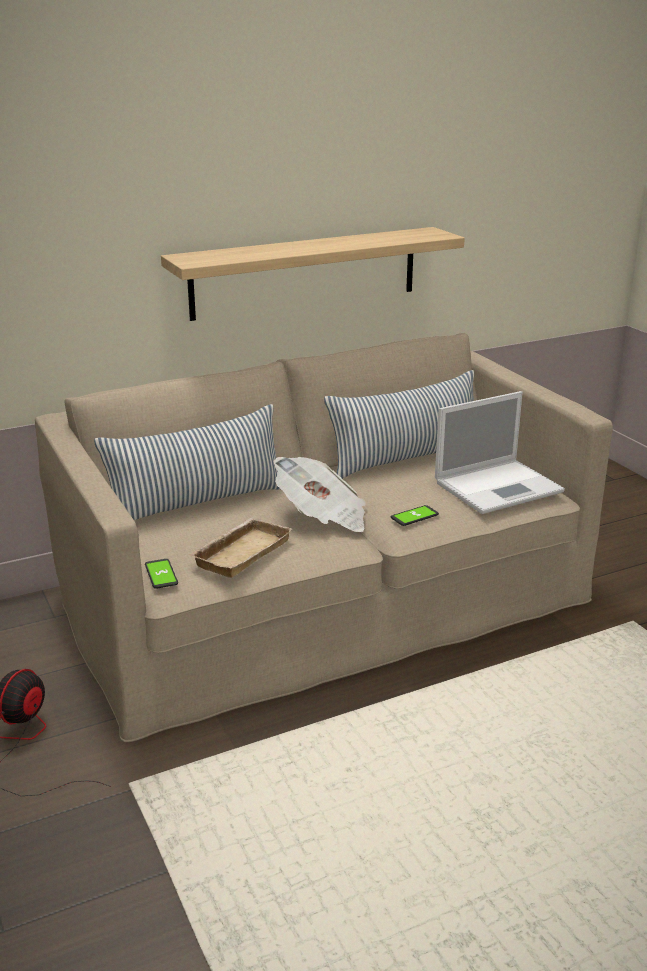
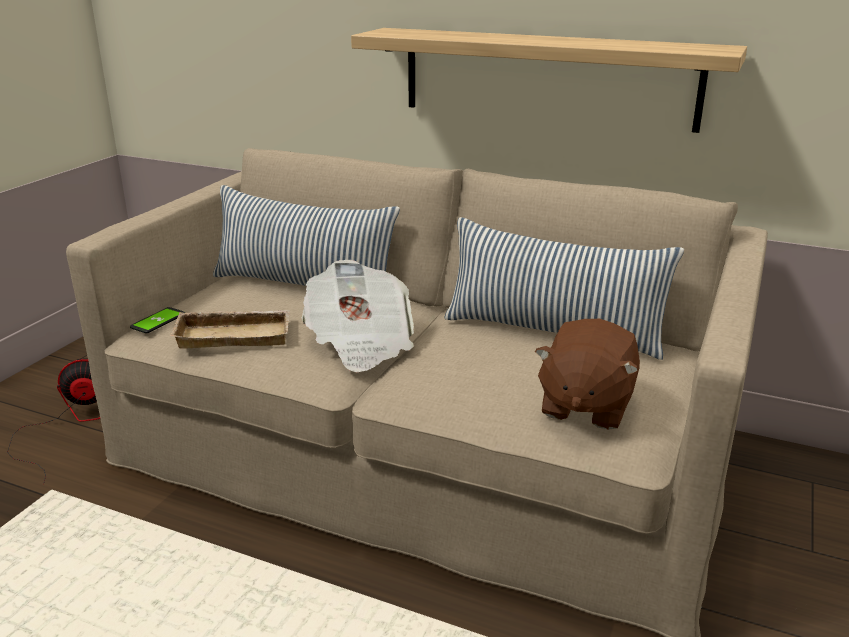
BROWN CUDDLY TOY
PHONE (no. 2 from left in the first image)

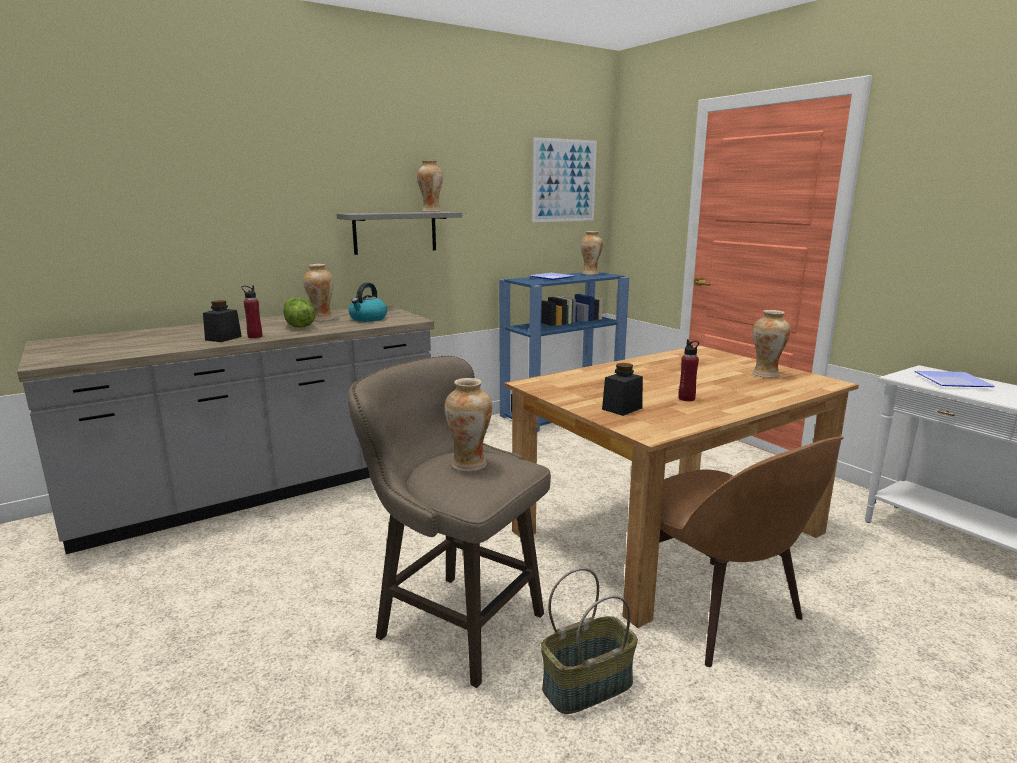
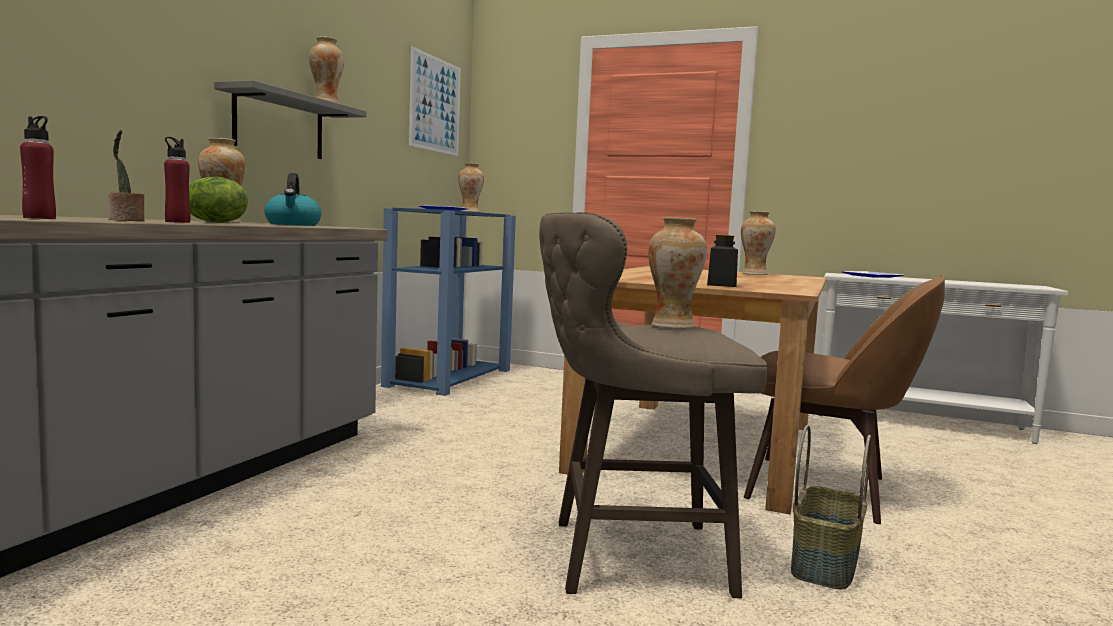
RED BEVERAGE BOTTLE (no. 1 from left)
POTTED PLANT

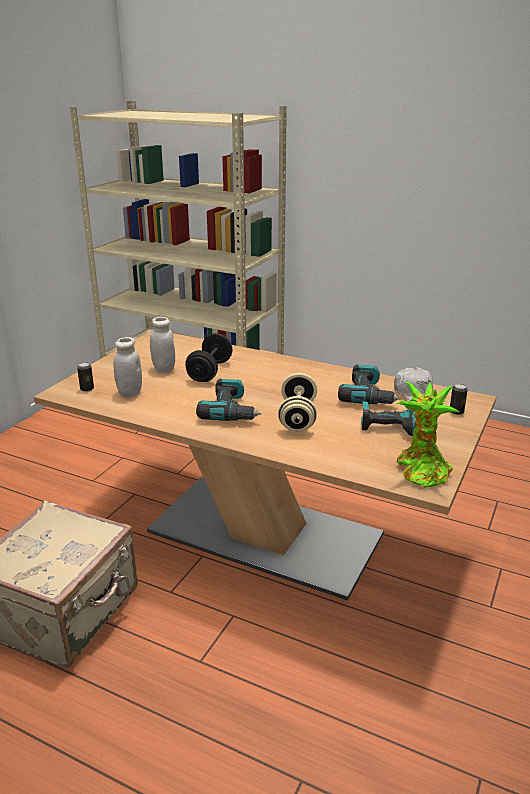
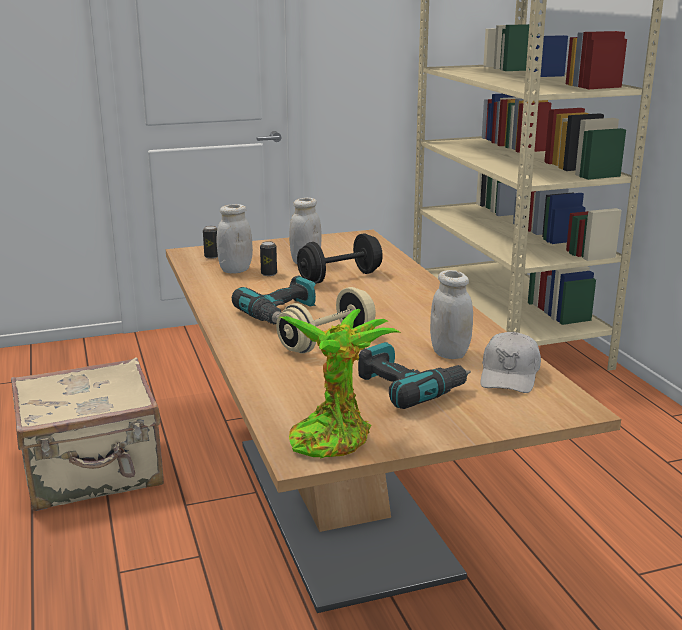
SEALED CAN (no. 2 from left)
WHITE STORAGE JAR (no. 3 from left)

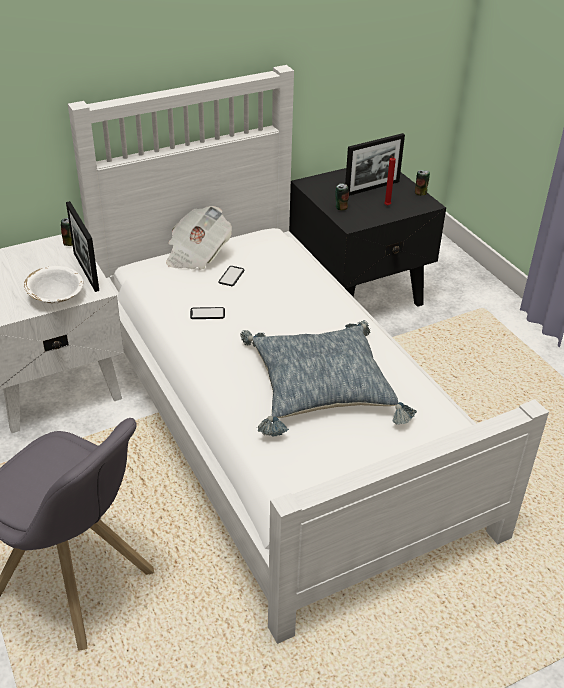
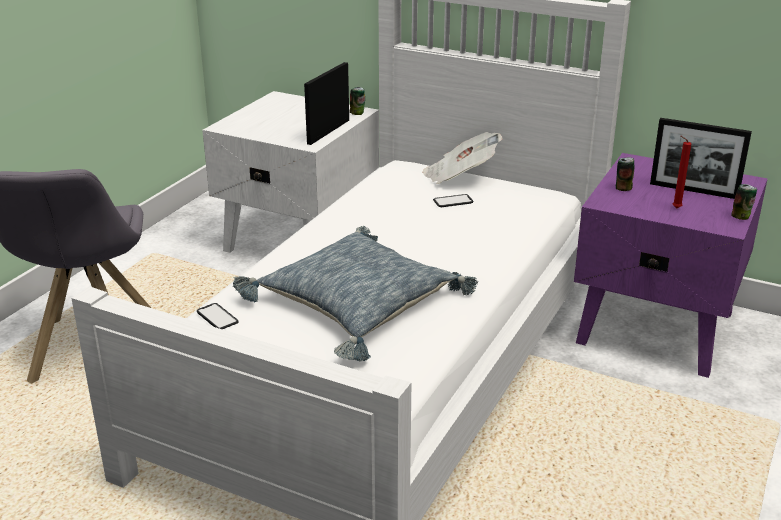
PHONE (no. 1 from left)
PURPLE-COLOURED BEDSIDE TABLE
WHITE DEEP DISH

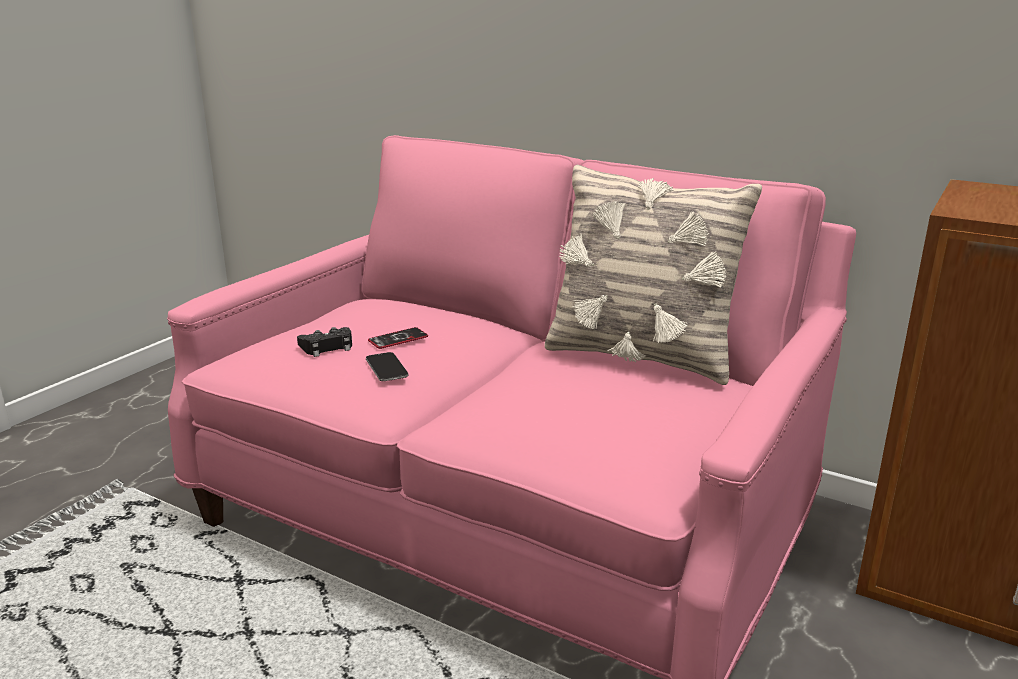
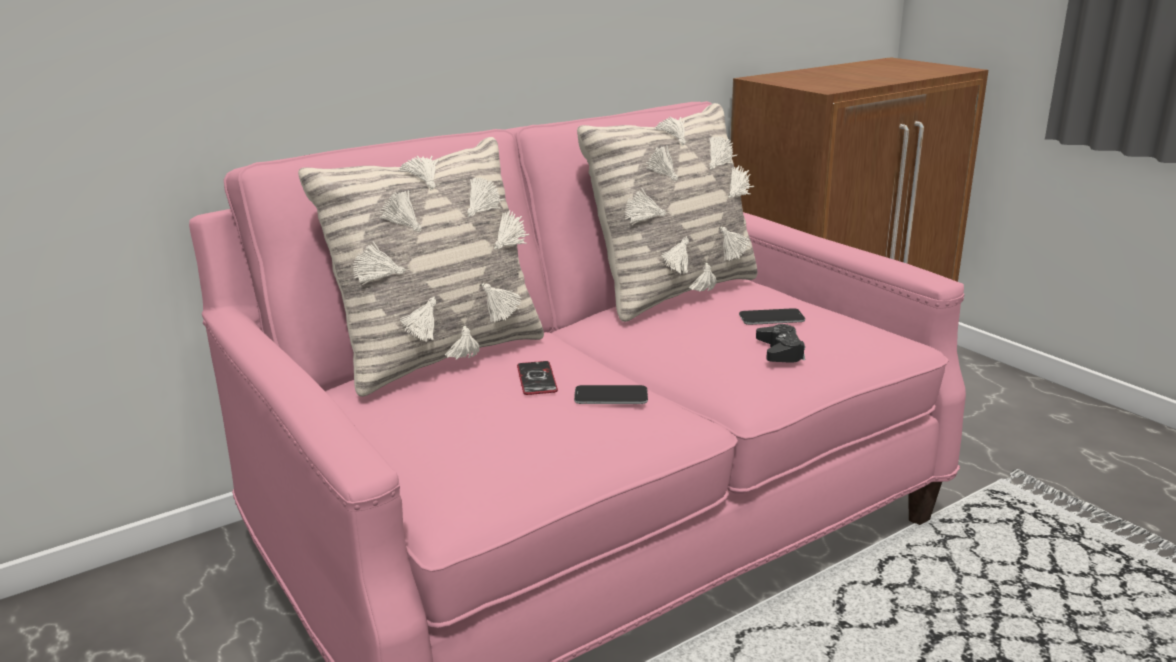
SAND-COLOURED CUSHION (no. 1 from left)
PHONE (no. 3 from left)
BLACK-COLOURED GAME CONTROLLER

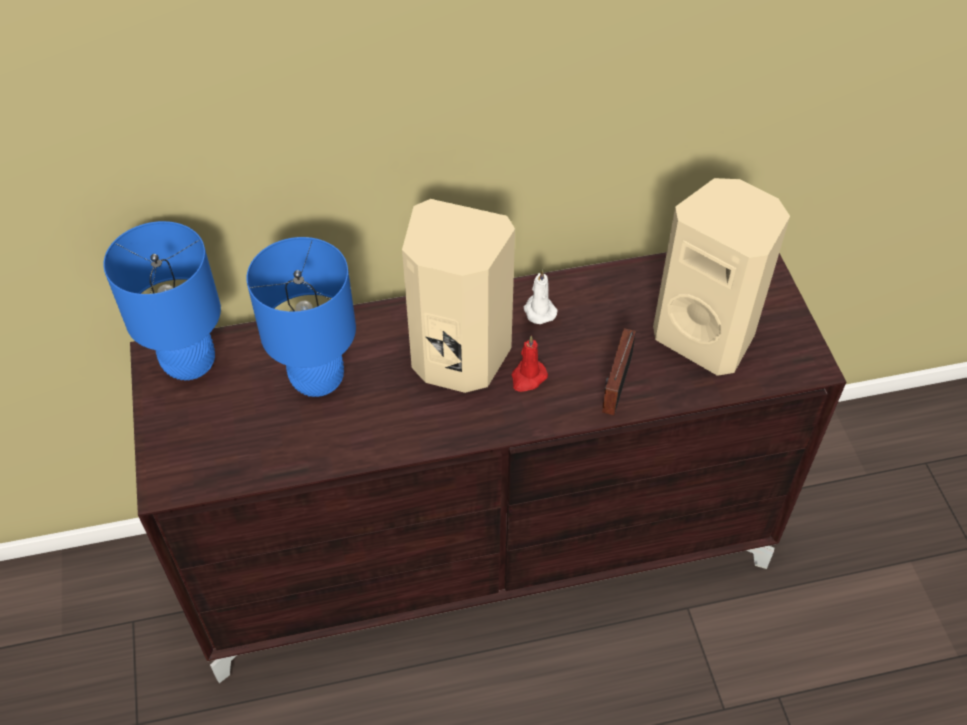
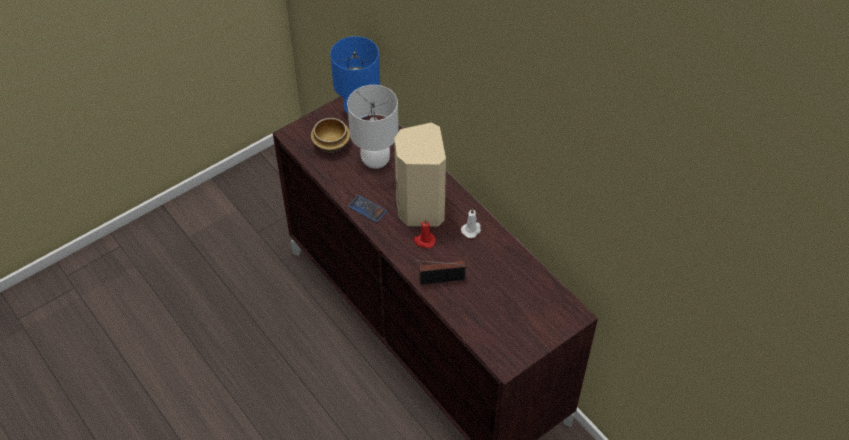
DEEP DISH
WHITE TABLE LAMP
PHONE
SAND-COLOURED LOUDSPEAKER (no. 2 from left in the first image)

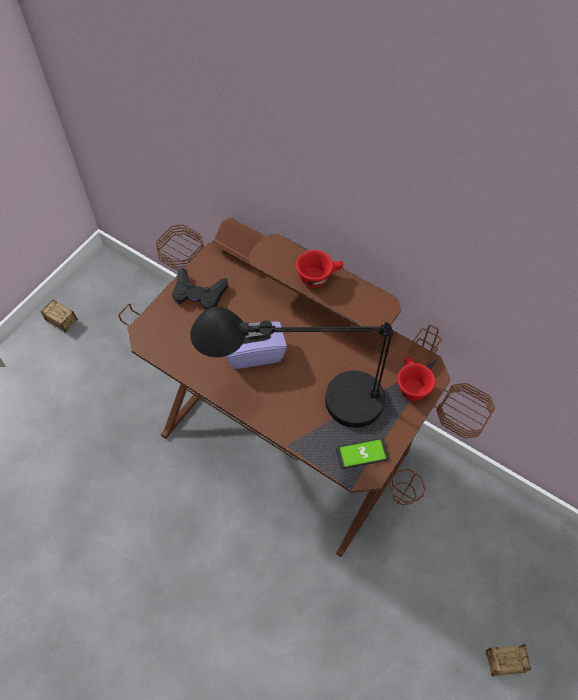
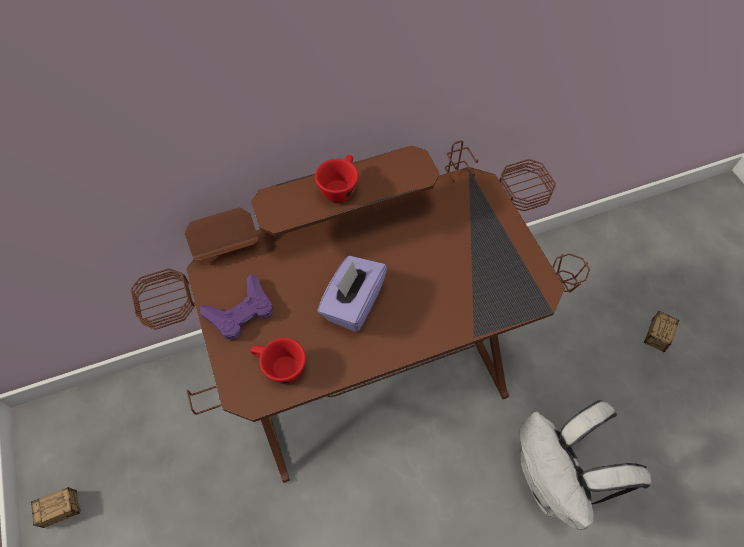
PURPLE-COLOURED GAME CONTROLLER
RED SMALL CUP (no. 1 from left)
WHITE RUCKSACK
BLACK-COLOURED TABLE LAMP
PHONE

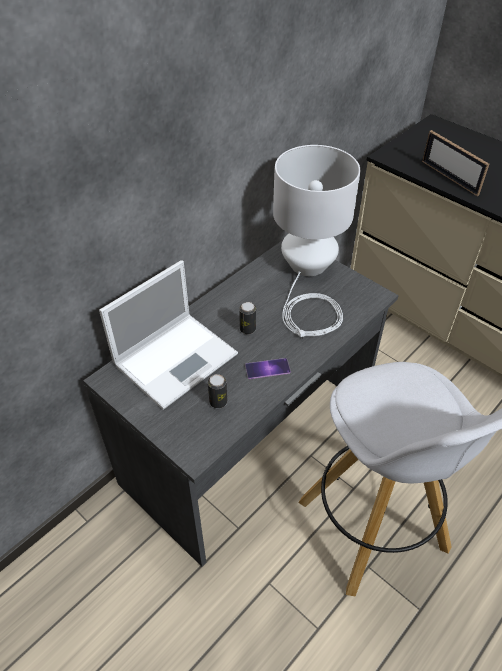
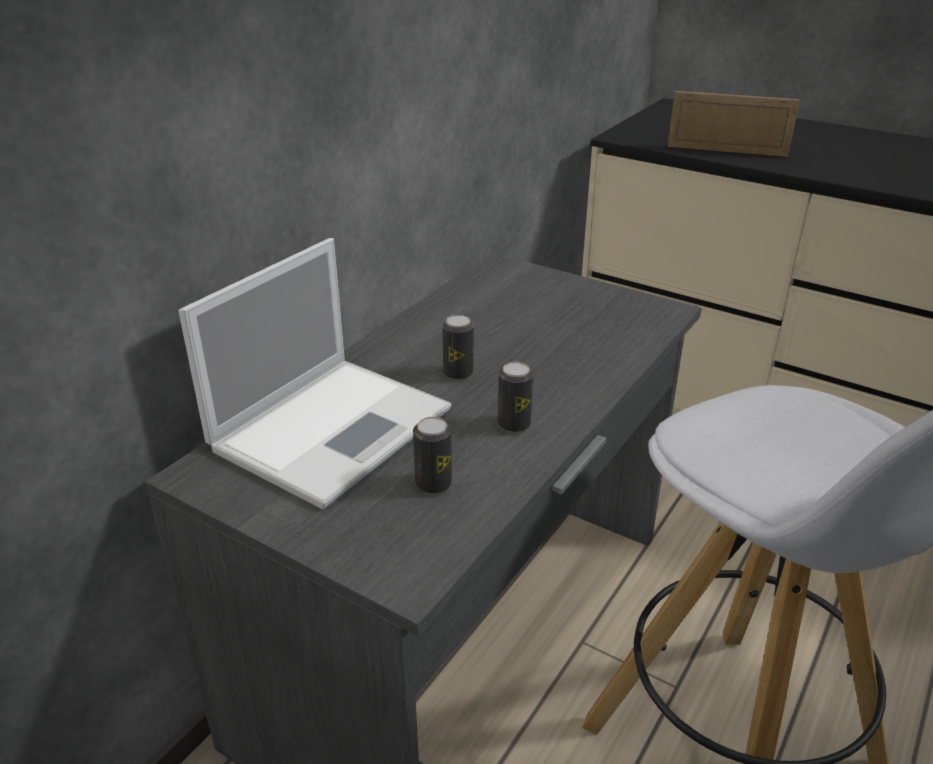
SEALED CAN (no. 3 from left)
PHOTO FRAME
WHITE TABLE LAMP

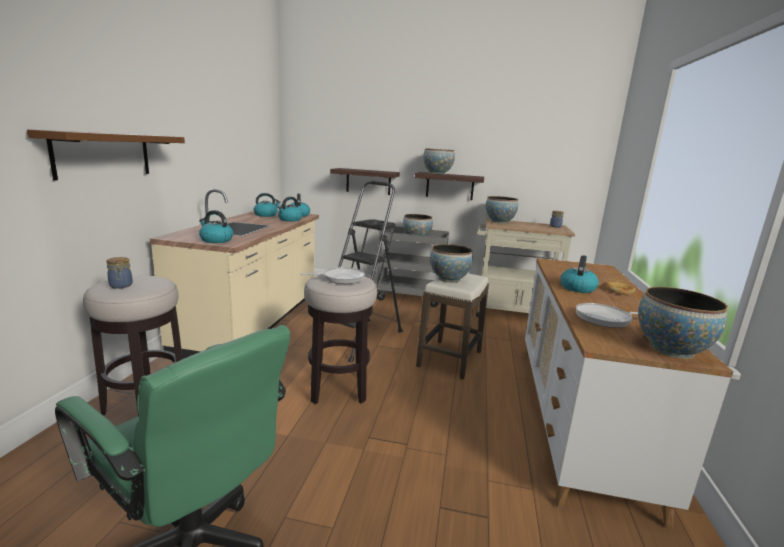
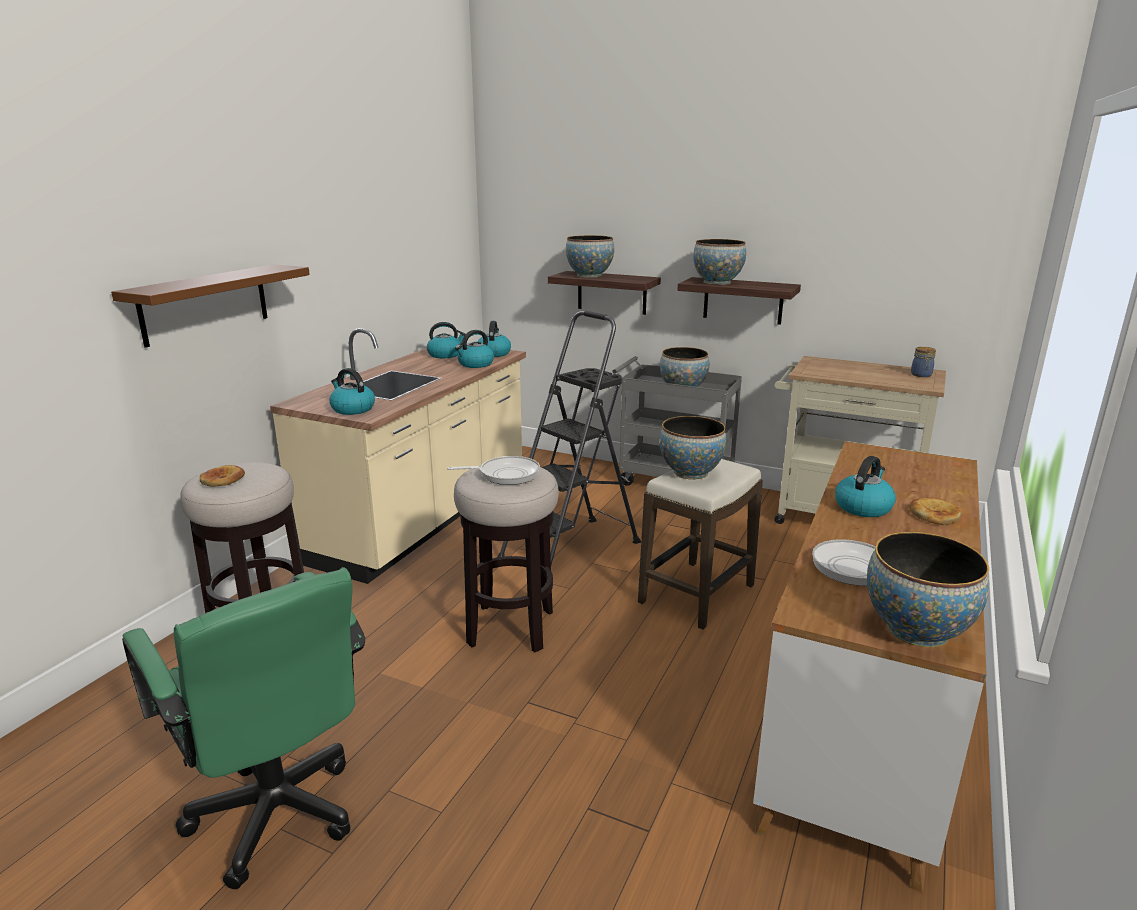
BAKERY BREAD (no. 1 from left)
DEEP DISH (no. 1 from left)

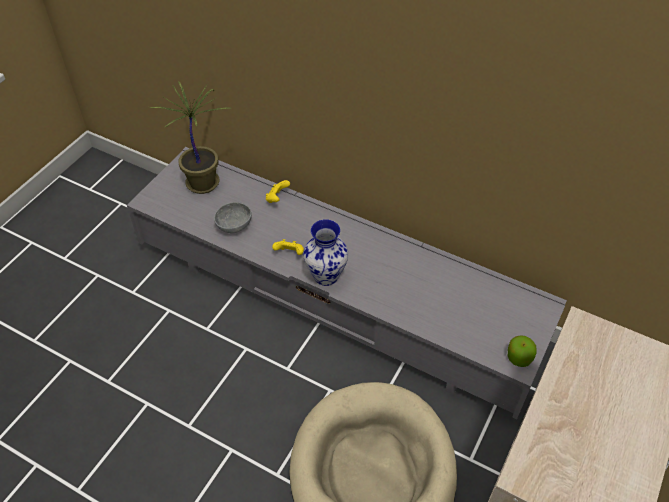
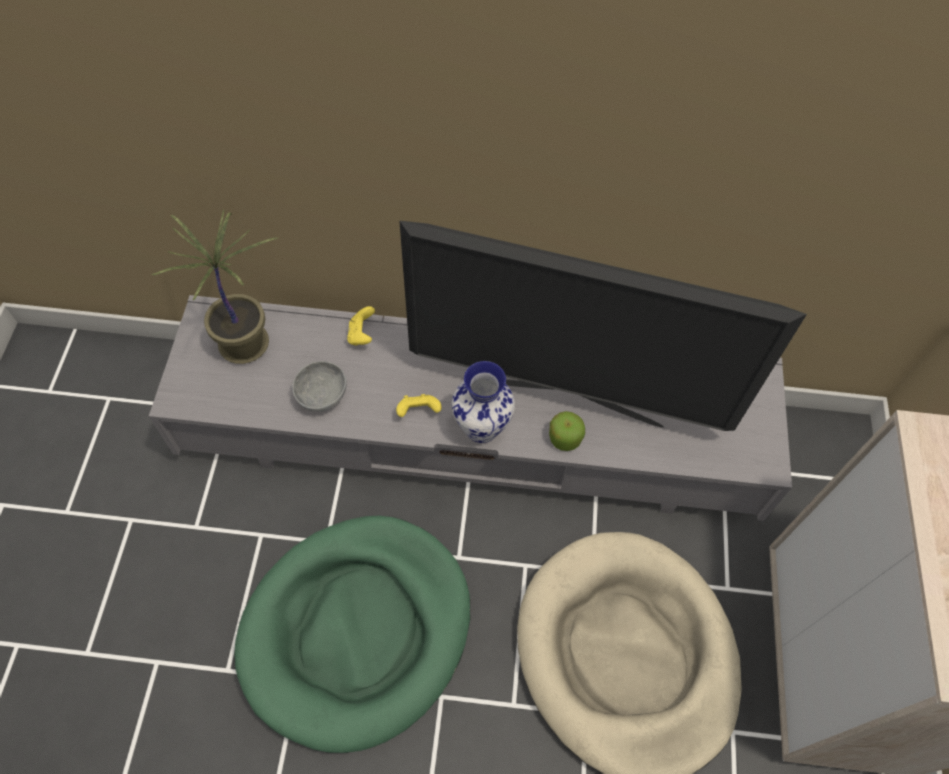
GREEN-COLOURED PET BED
TELEVISION
APPLE

